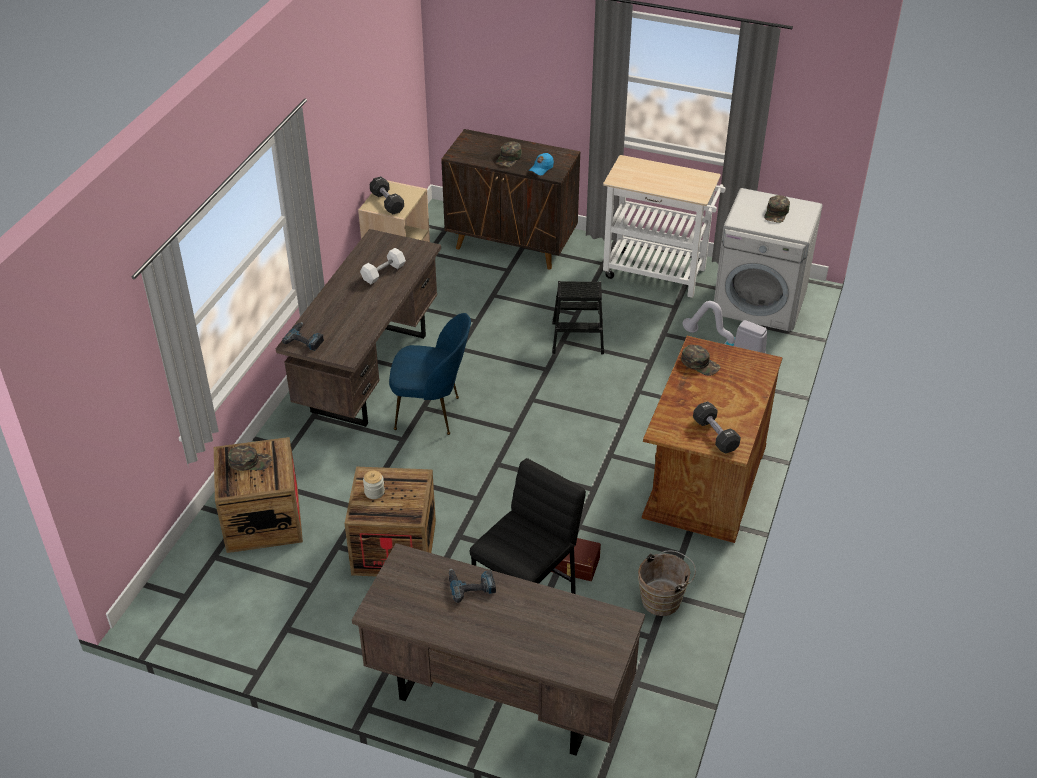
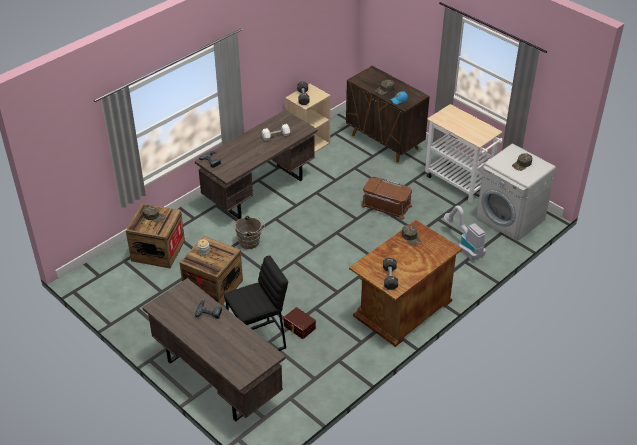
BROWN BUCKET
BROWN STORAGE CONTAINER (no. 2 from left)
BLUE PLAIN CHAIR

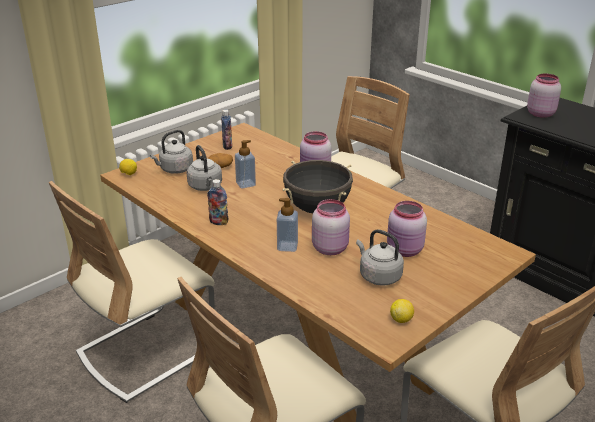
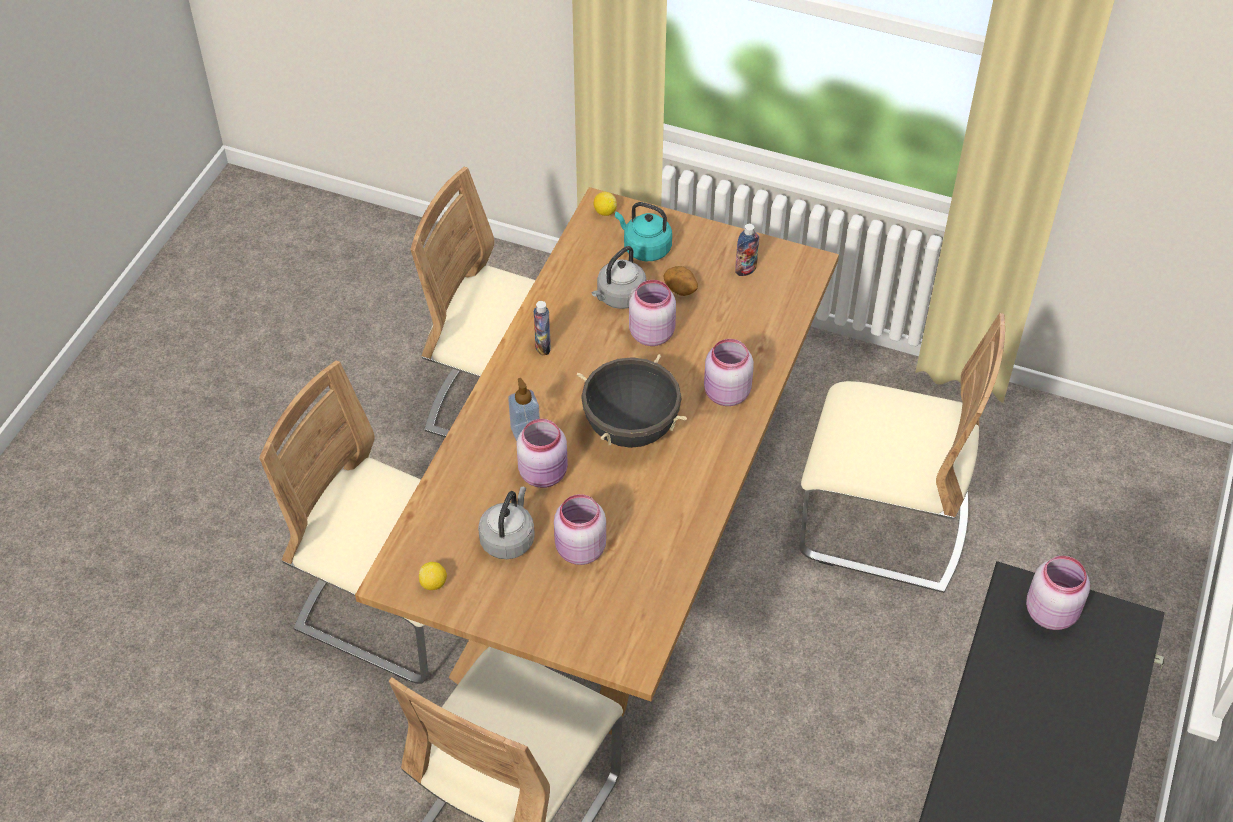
TURQUOISE-COLOURED KETTLE
PINK STORAGE JAR (no. 3 from left)

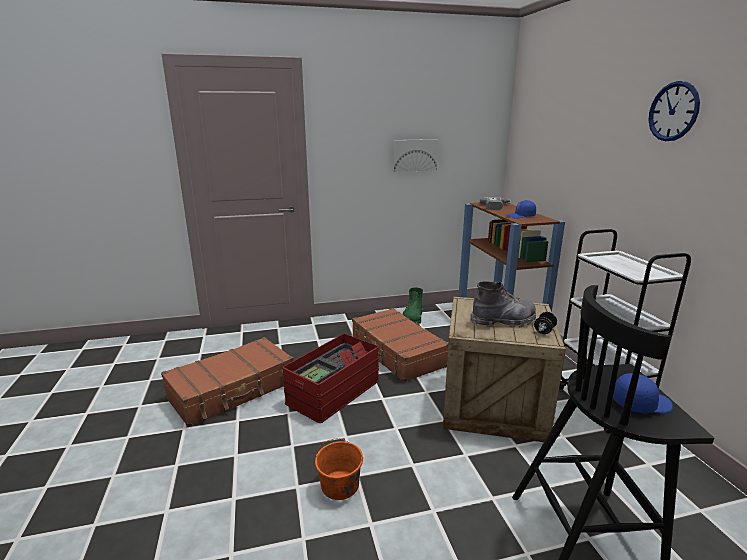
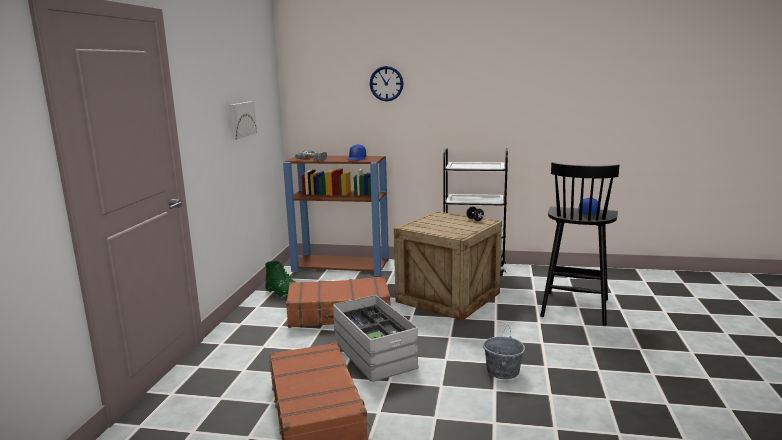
GRAY STORAGE CONTAINER
HANGING CLOCK
GRAY BUCKET
GRAY BOOT

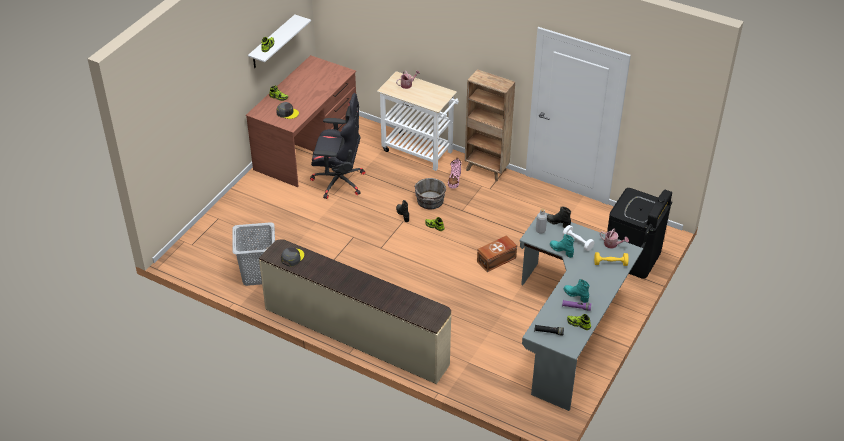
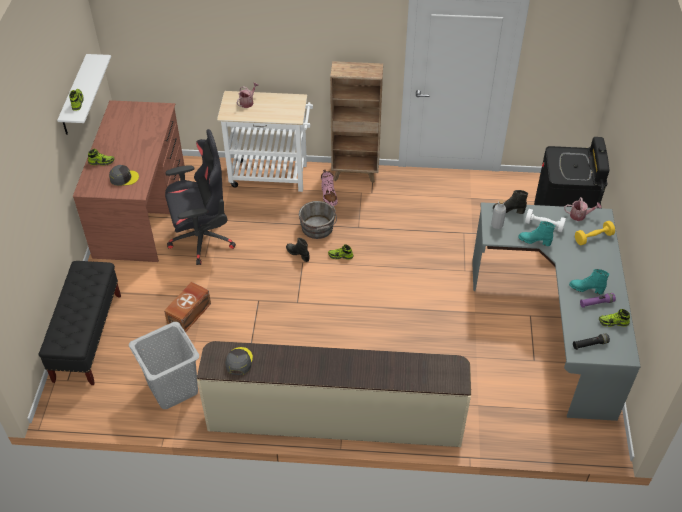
BLACK-COLOURED BENCH
BROWN STORAGE CONTAINER

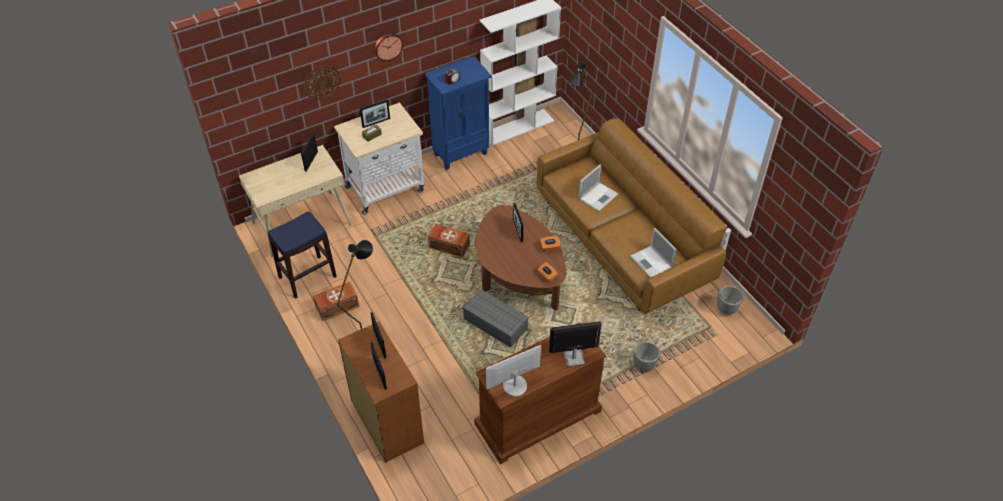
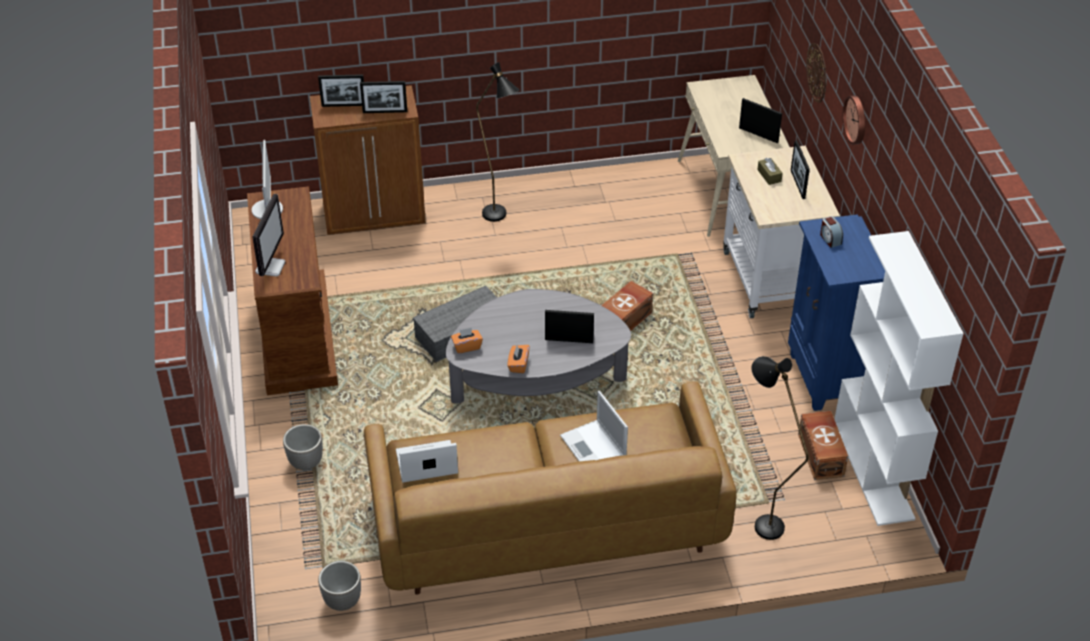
GRAY LOUNGE TABLE
BROWN STORAGE CONTAINER (no. 2 from left)
STOOL

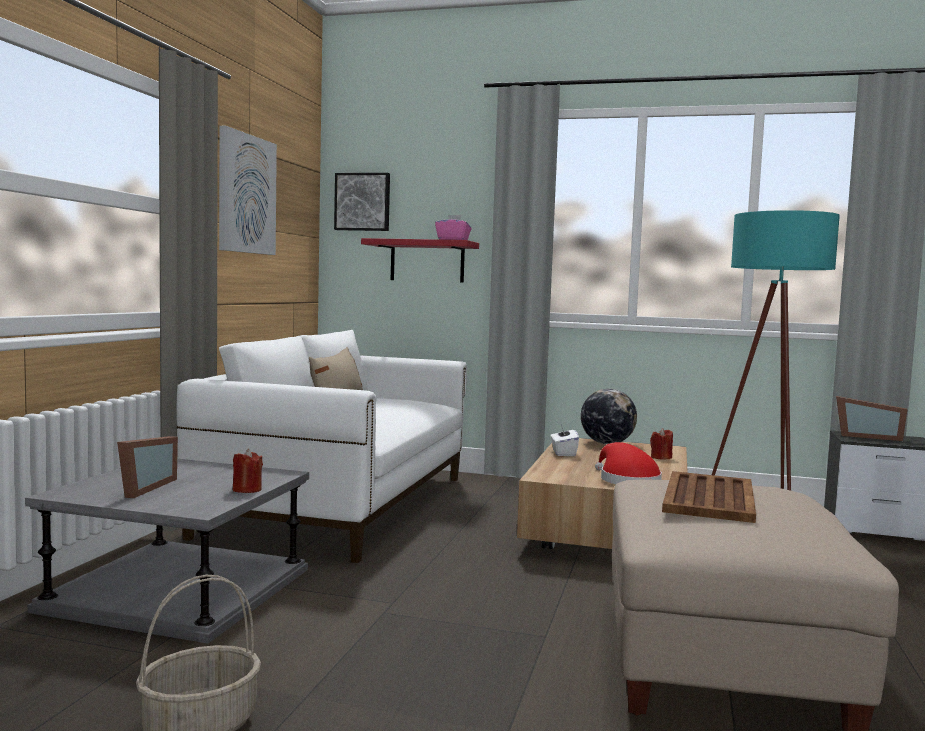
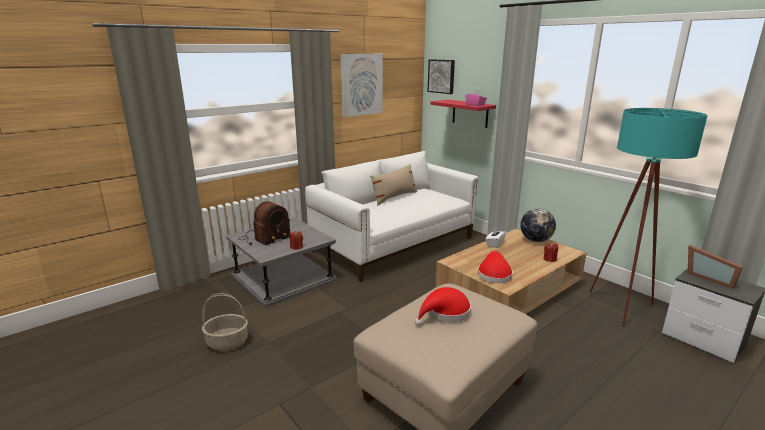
RADIO SET
RED WEARABLE HAT (no. 1 from left)

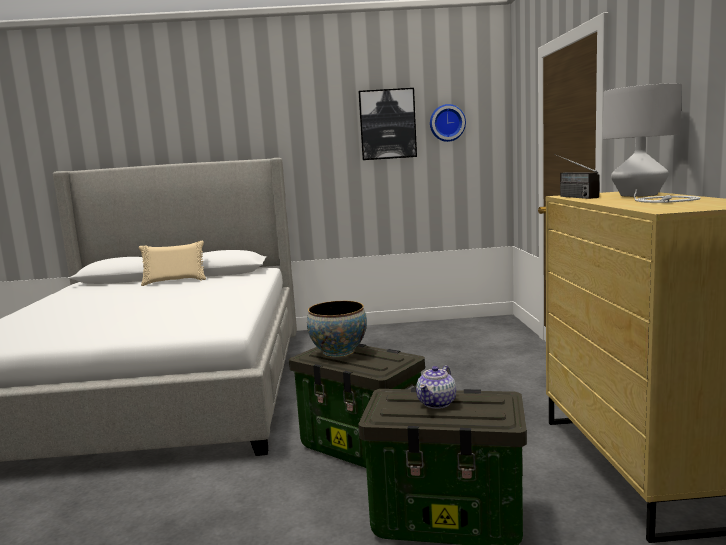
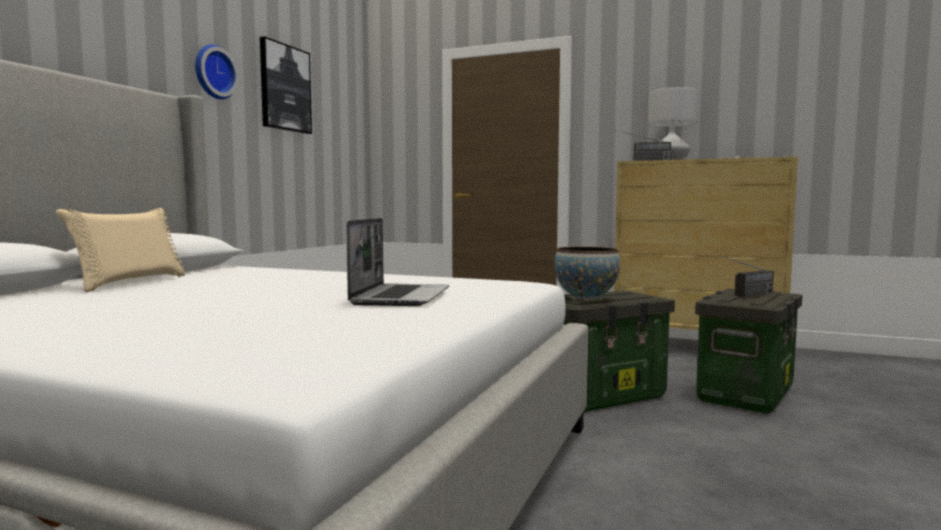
HANGING CLOCK
PORTABLE COMPUTER
RADIO SET (no. 2 from left)

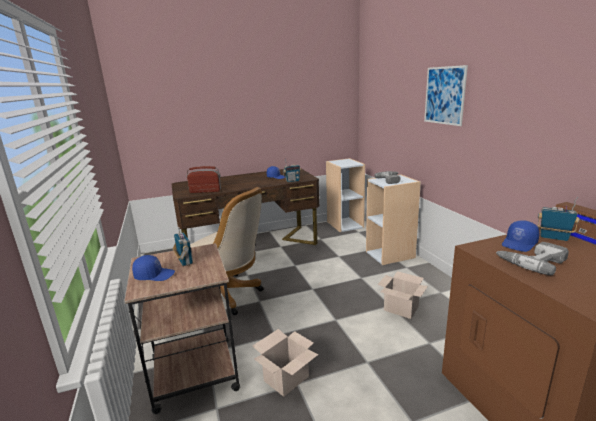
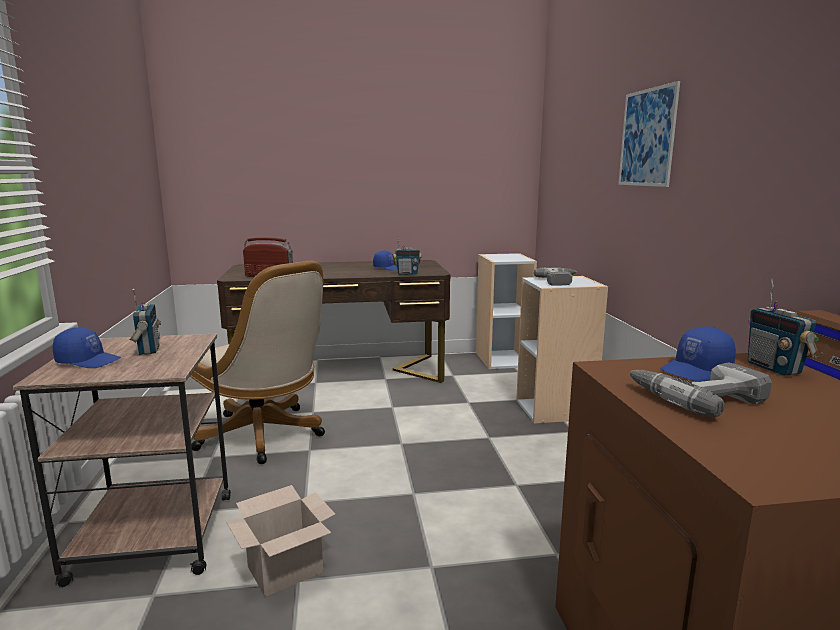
RADIO SET (no. 4 from left)
CARTON (no. 2 from left in the first image)

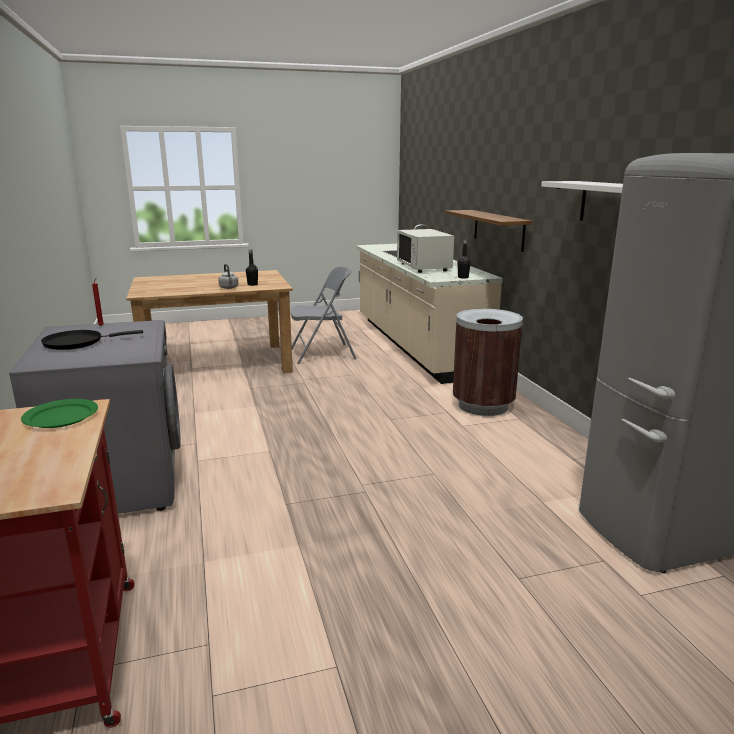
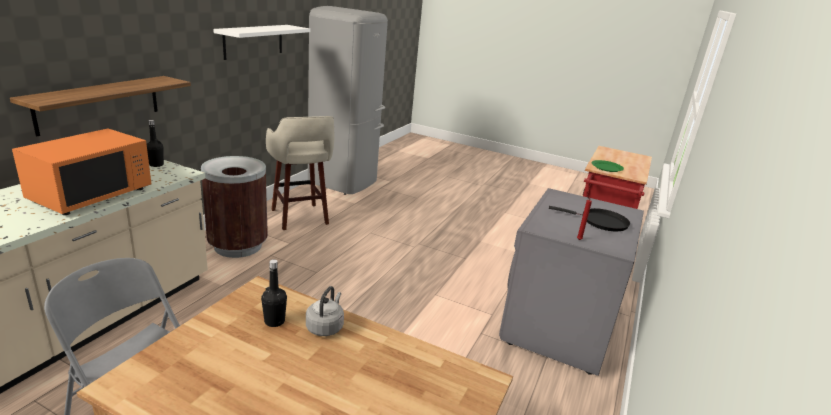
ORANGE MICROWAVE
SAND-COLOURED STOOL

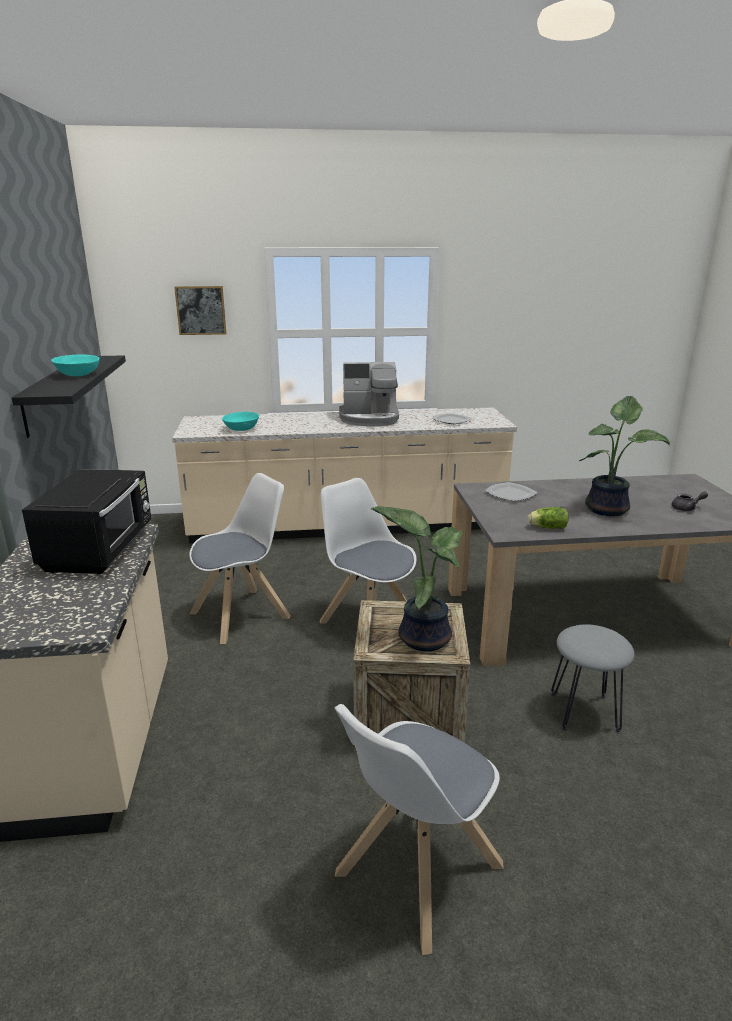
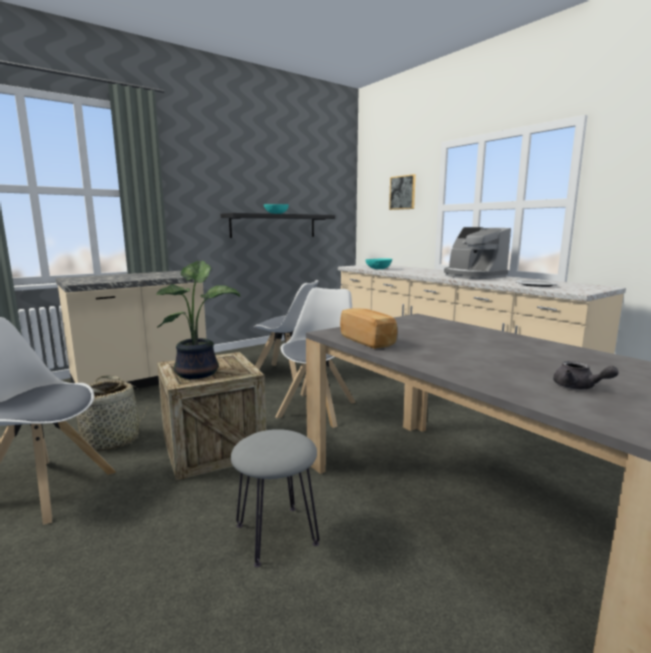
BASKET
BAKERY BREAD
BLACK-COLOURED MICROWAVE
DINNER PLATE (no. 2 from left in the first image)
POTTED PLANT (no. 2 from left in the first image)

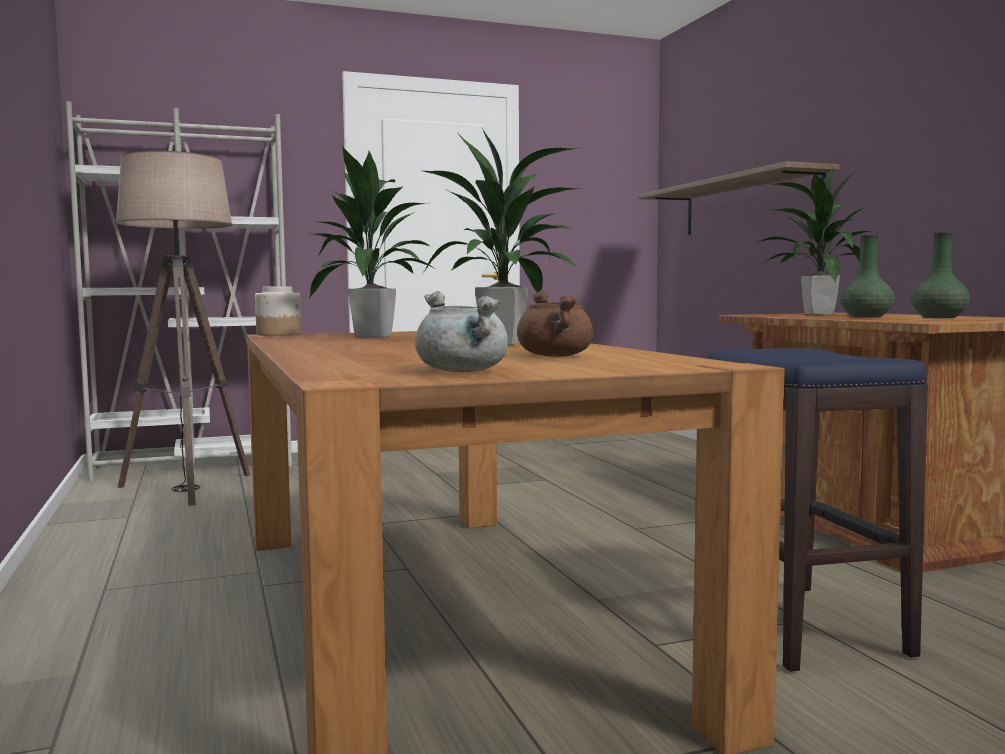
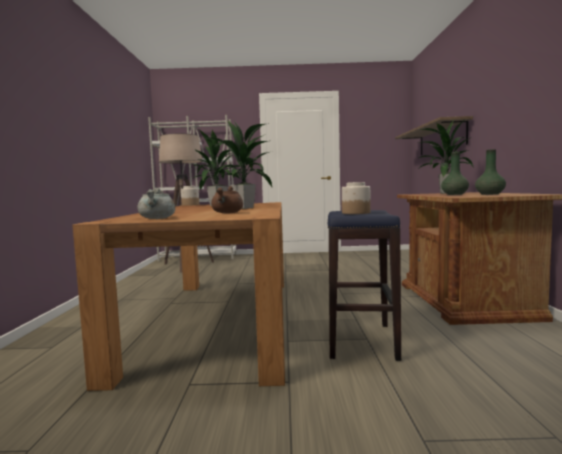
STORAGE JAR (no. 2 from left)

